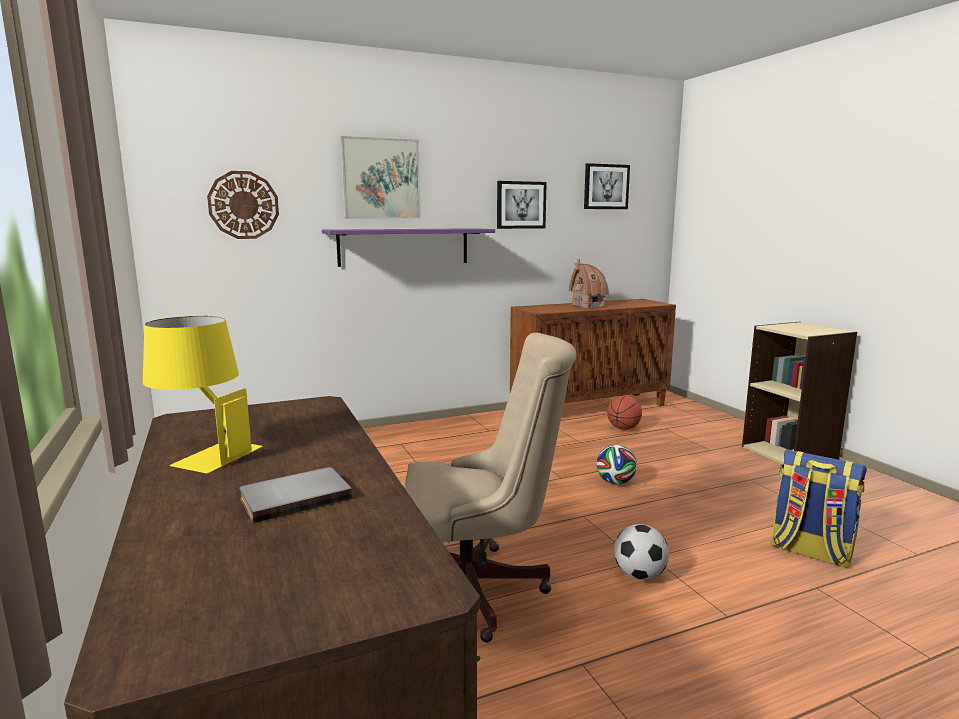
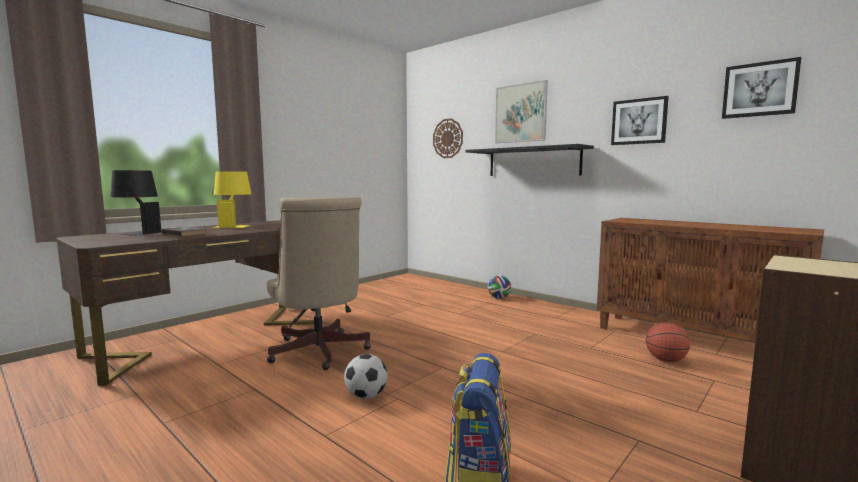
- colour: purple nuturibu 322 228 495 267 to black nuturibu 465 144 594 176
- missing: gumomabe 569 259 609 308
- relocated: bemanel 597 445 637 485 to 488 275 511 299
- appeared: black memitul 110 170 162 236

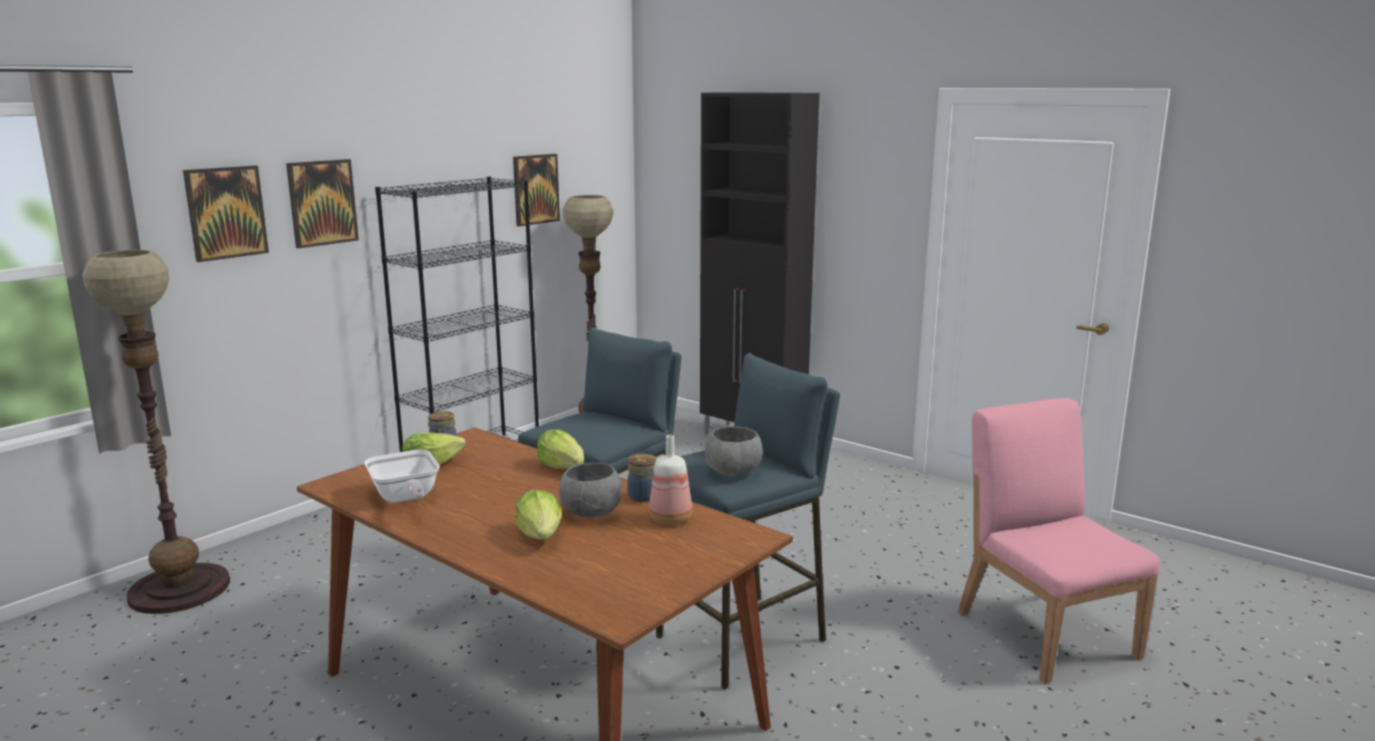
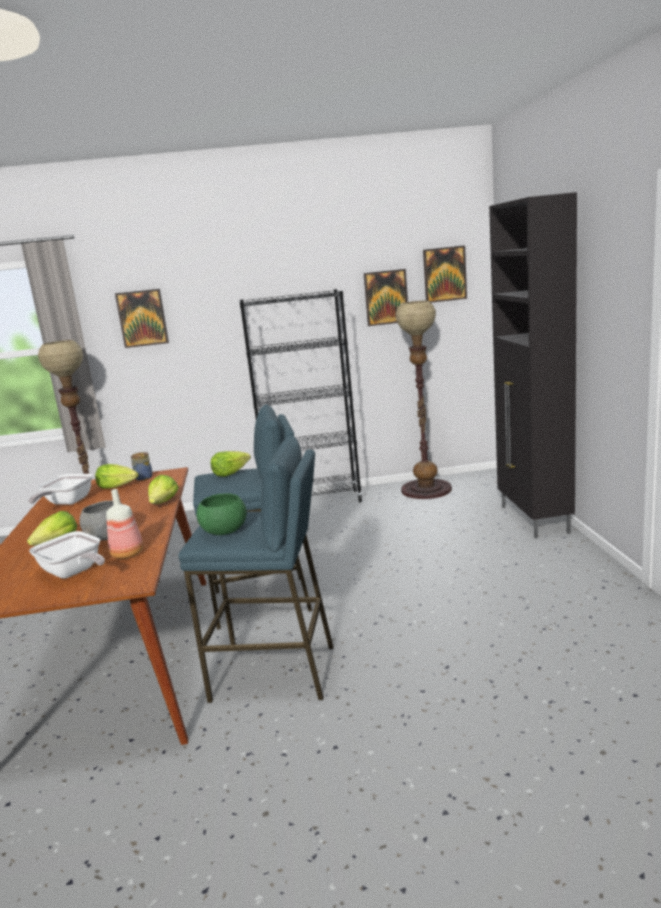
- relocated: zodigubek 286 159 359 248 to 423 245 467 303
- missing: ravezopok 627 454 657 502
- colour: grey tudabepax 705 426 763 476 to green tudabepax 197 493 247 535
- missing: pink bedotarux 958 398 1160 684
- appeared: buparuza 29 531 105 579
- appeared: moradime 211 451 251 477

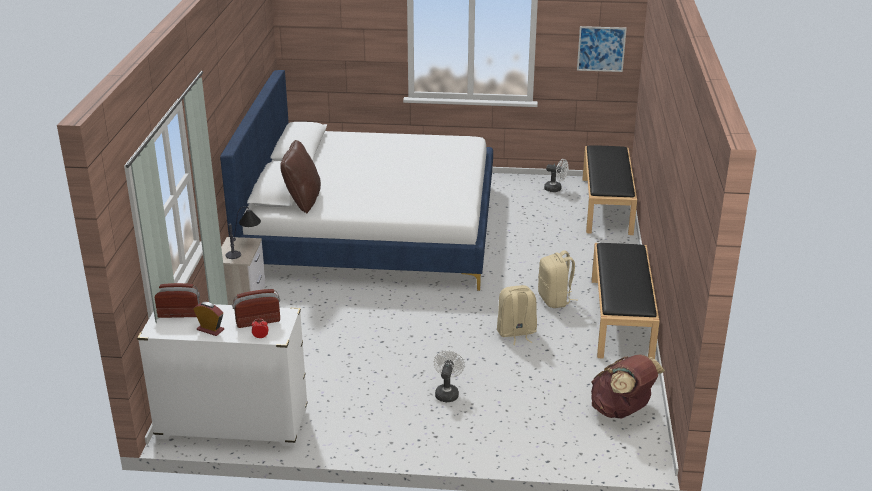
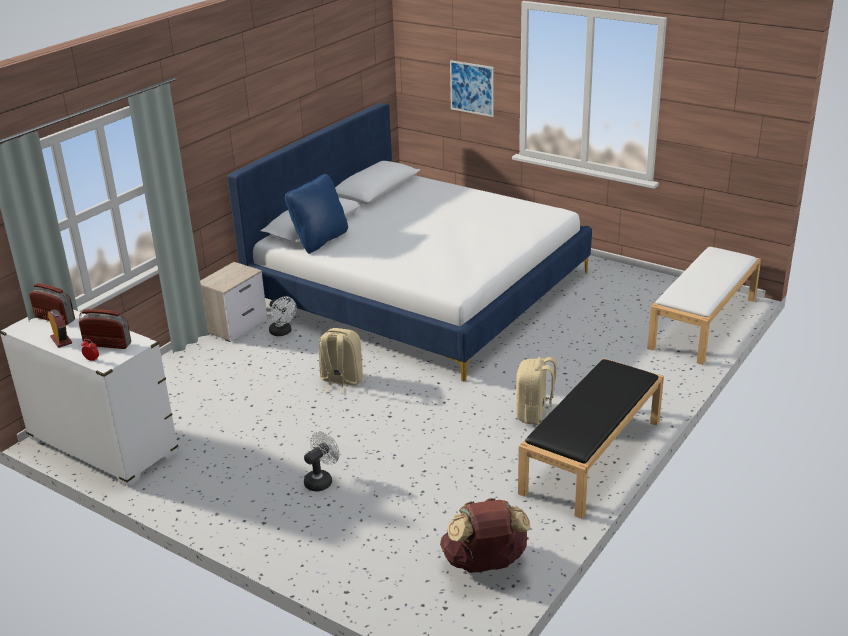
- missing: memitul 225 206 261 259
- colour: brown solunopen 280 140 321 214 to blue solunopen 285 174 348 254
- relocated: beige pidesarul 497 285 537 345 to 319 328 363 394
- relocated: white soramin 544 159 568 192 to 269 296 297 336
- relocated: zodigubek 577 26 627 72 to 450 60 494 117
- colour: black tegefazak 583 145 637 235 to white tegefazak 647 247 761 365

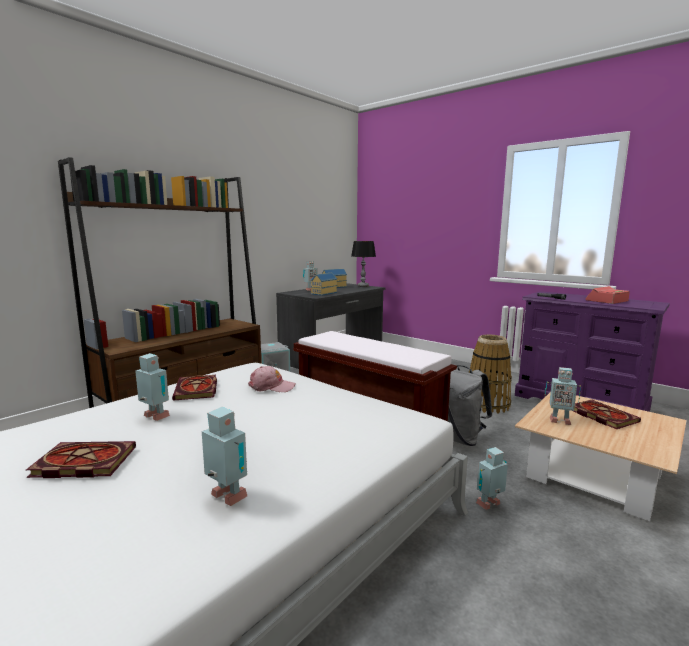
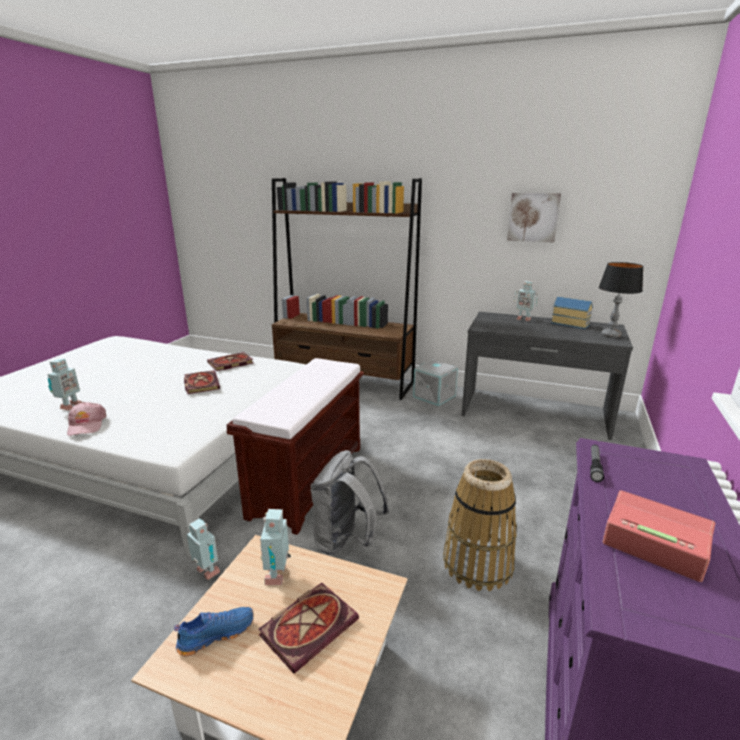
- relocated: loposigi 26 441 136 478 to 184 370 220 394
- missing: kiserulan 135 353 170 421
- relocated: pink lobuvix 248 366 296 392 to 67 402 106 436
- missing: gumomabe 311 272 337 296
- appeared: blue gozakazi 174 607 254 656
- appeared: zodigubek 507 193 561 243

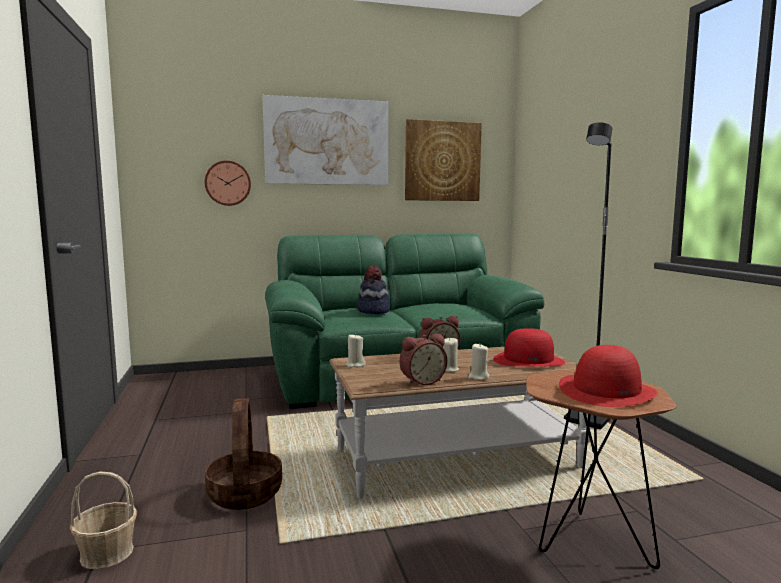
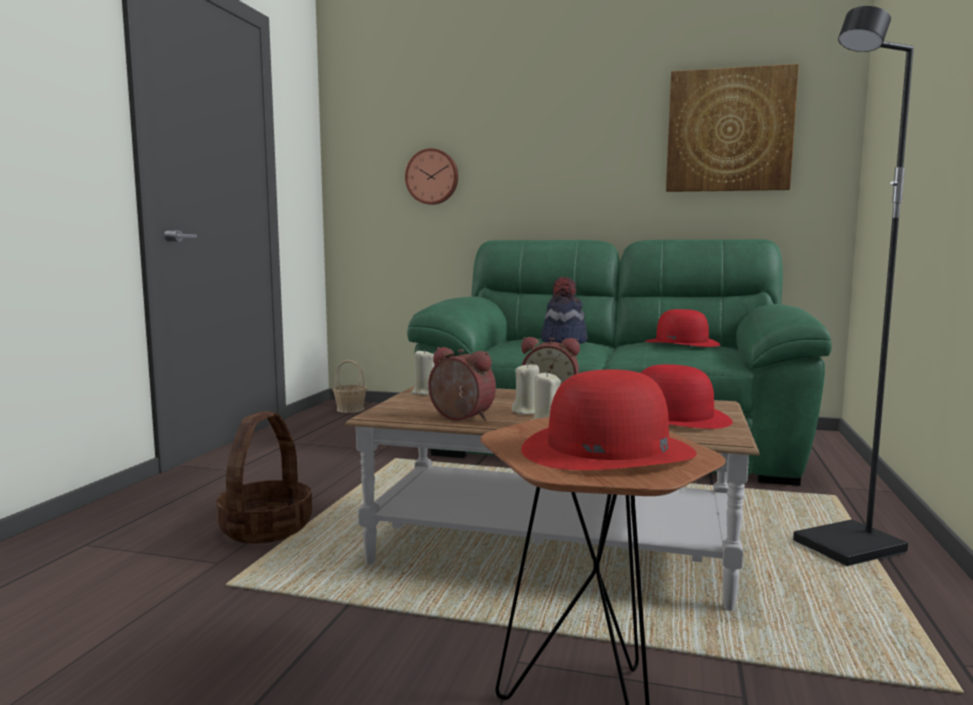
- relocated: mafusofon 70 472 137 569 to 333 360 367 413
- missing: zodigubek 262 95 389 185
- spun: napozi 399 334 447 386 = 428 347 496 421 150 degrees counterclockwise
- appeared: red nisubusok 645 309 721 347

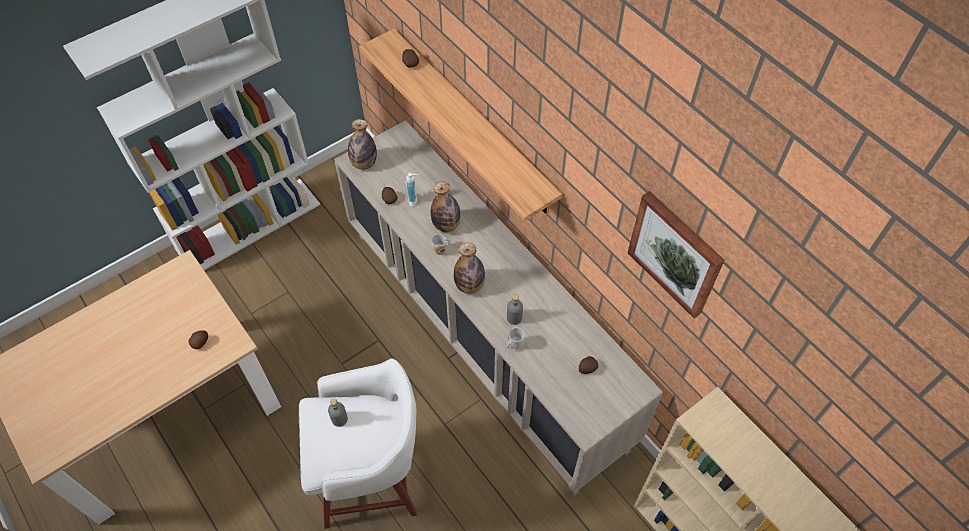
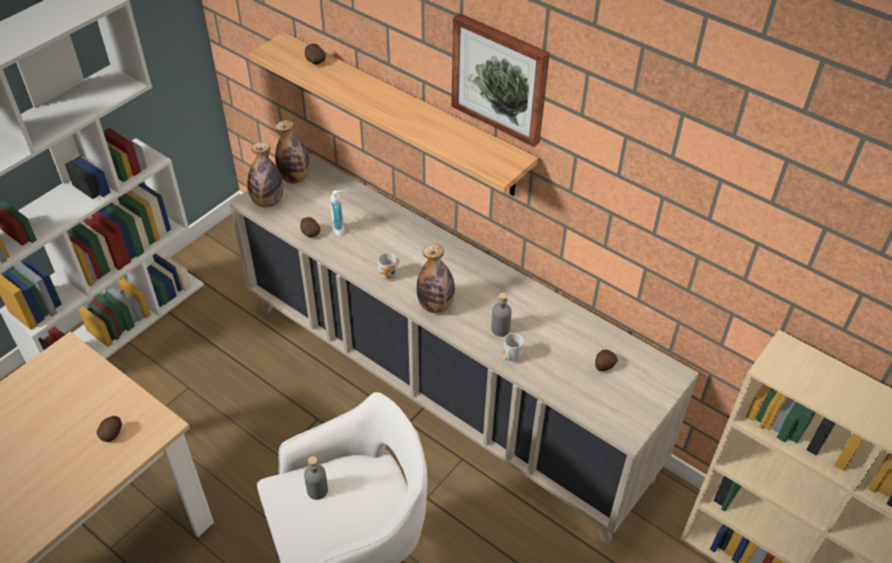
- relocated: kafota 431 182 461 232 to 275 120 310 184
- relocated: zodigubek 628 191 725 319 to 451 13 550 147

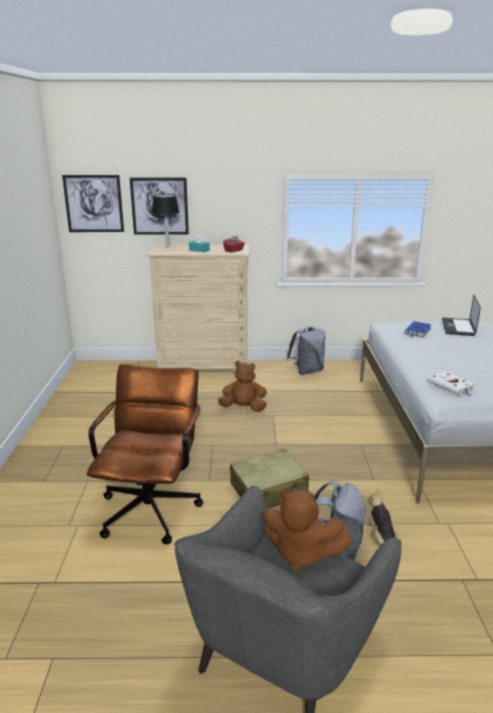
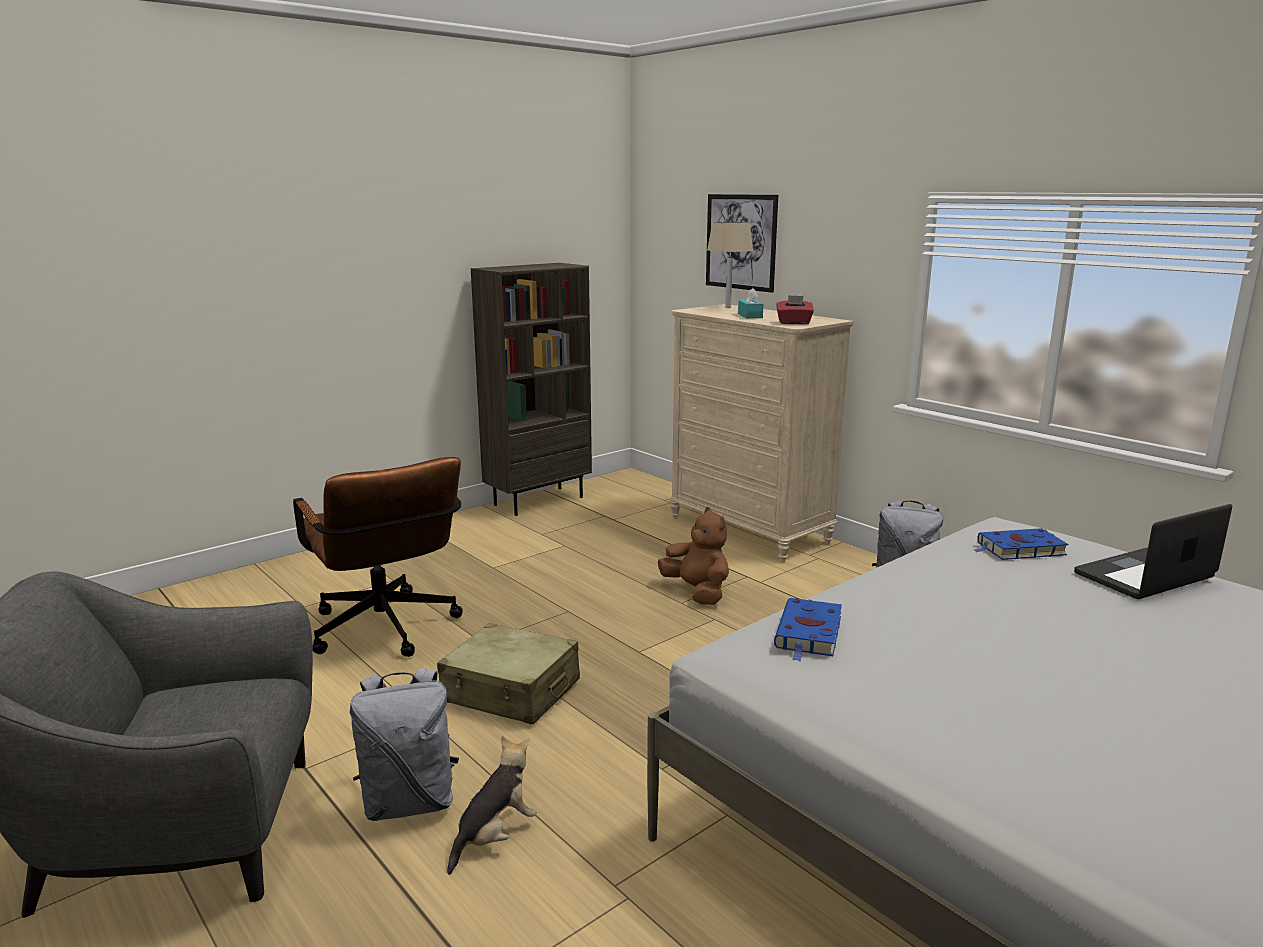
- missing: zodigubek 62 175 124 232
- spun: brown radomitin 87 364 204 544 = 293 457 463 657 90 degrees clockwise
- colour: black memitul 152 194 180 247 to beige memitul 707 222 753 308
- missing: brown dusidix 263 490 352 571
- colour: white loposigi 429 371 474 396 to blue loposigi 774 598 842 661
- appeared: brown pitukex 471 263 592 516

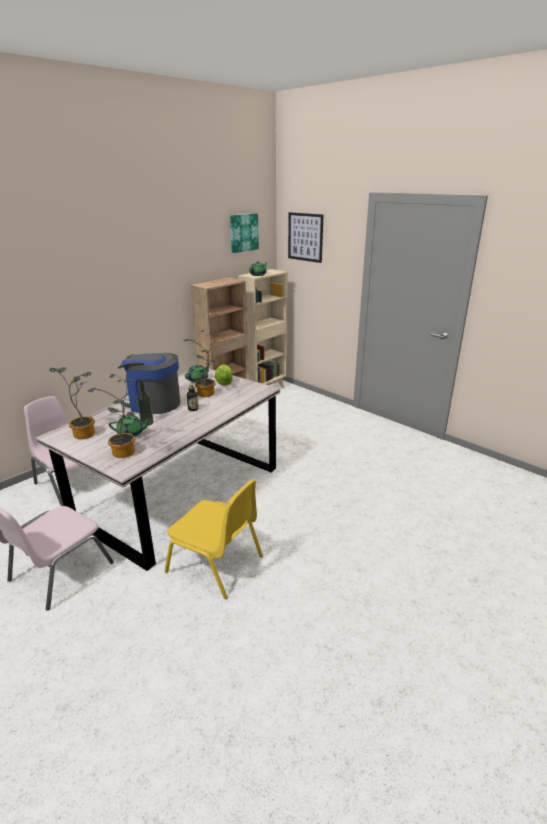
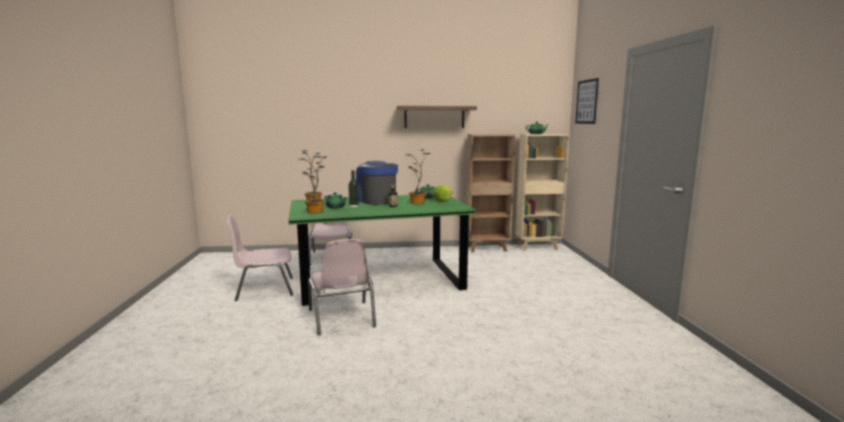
- colour: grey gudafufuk 36 368 280 571 to green gudafufuk 288 195 476 306
- colour: yellow bedotarux 165 479 263 599 to pink bedotarux 308 239 376 335
- missing: zodigubek 230 213 259 253
- appeared: nuturibu 397 106 477 128

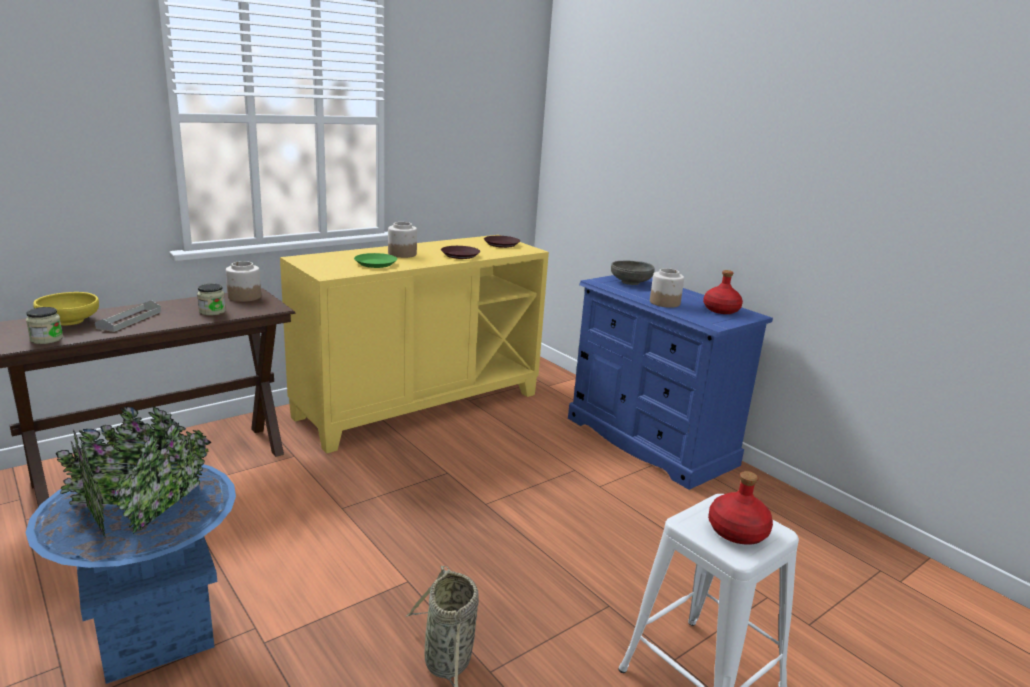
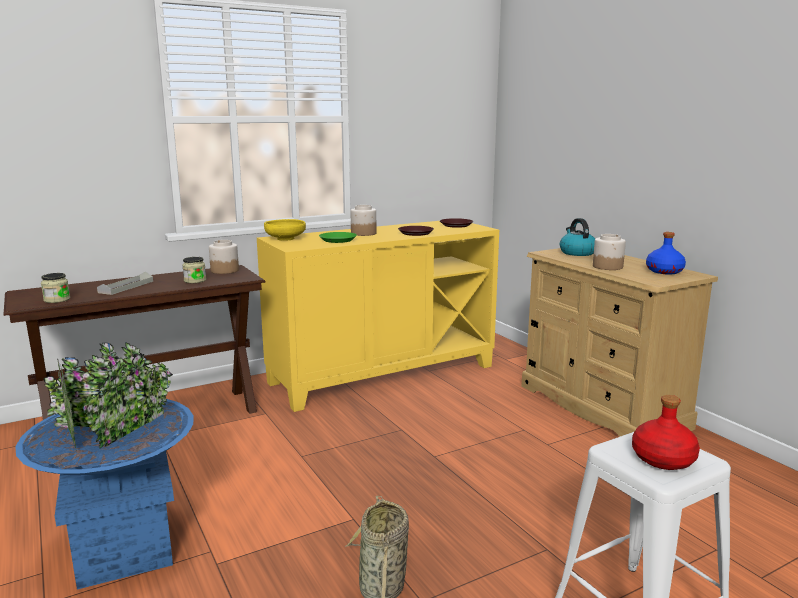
- relocated: yellow tudabepax 33 292 99 325 to 264 219 306 241
- colour: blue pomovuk 568 275 773 490 to beige pomovuk 522 248 718 437
- exchanged: grey tudabepax 611 261 655 285 to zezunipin 560 218 595 256
- colour: red kafota 703 270 743 314 to blue kafota 646 232 686 275

